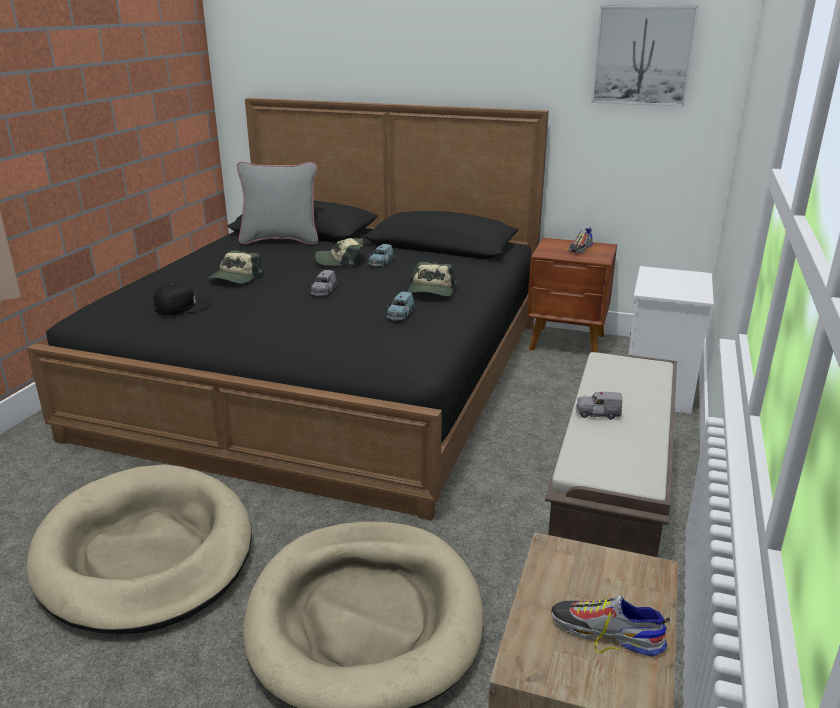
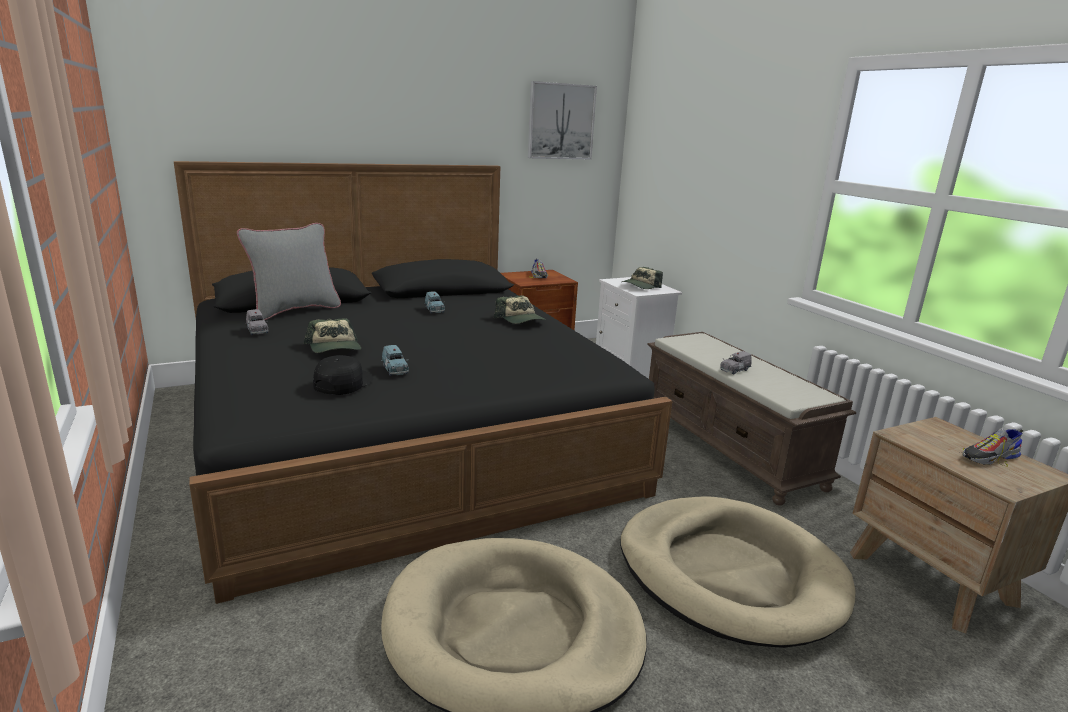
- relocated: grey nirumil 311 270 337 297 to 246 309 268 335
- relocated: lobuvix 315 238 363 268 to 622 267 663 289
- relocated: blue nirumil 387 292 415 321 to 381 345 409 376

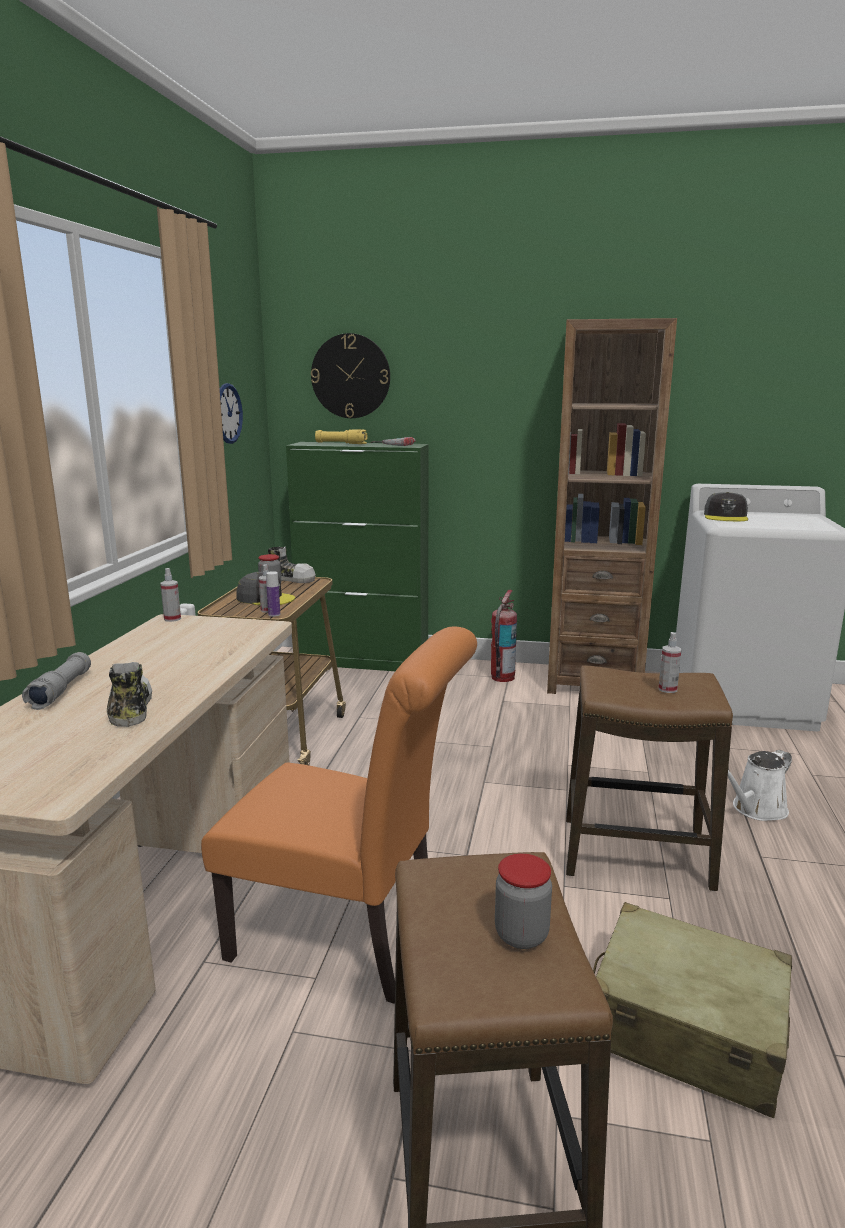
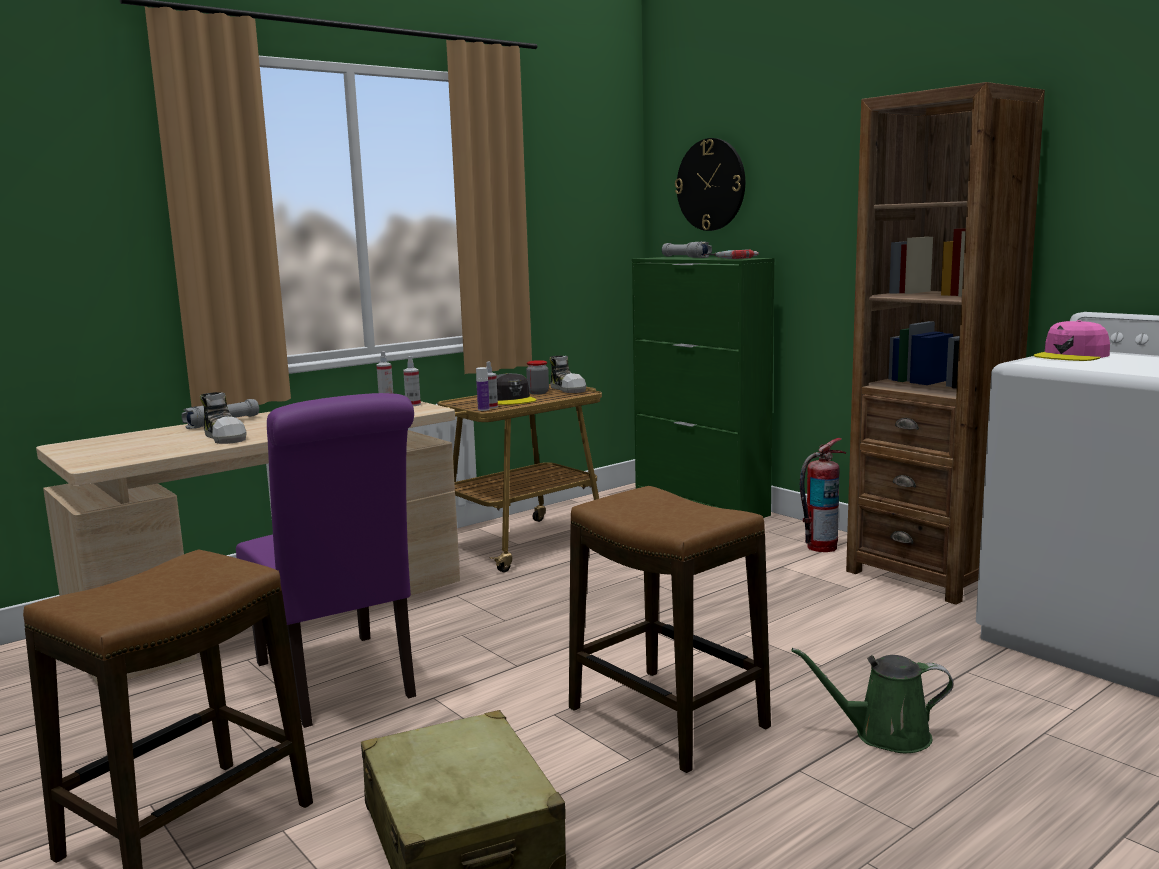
- spun: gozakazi 107 662 152 727 = 200 392 247 444 120 degrees clockwise
- colour: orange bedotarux 201 626 477 1004 to purple bedotarux 236 393 416 728
- missing: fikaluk 220 383 243 444
- colour: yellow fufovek 315 429 367 444 to grey fufovek 662 241 712 258
- missing: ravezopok 495 854 552 949
- relocated: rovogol 658 632 682 693 to 403 356 421 406
- colour: grey lobuvix 704 492 748 521 to pink lobuvix 1034 320 1110 361
- colour: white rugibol 728 750 792 821 to green rugibol 792 648 953 753

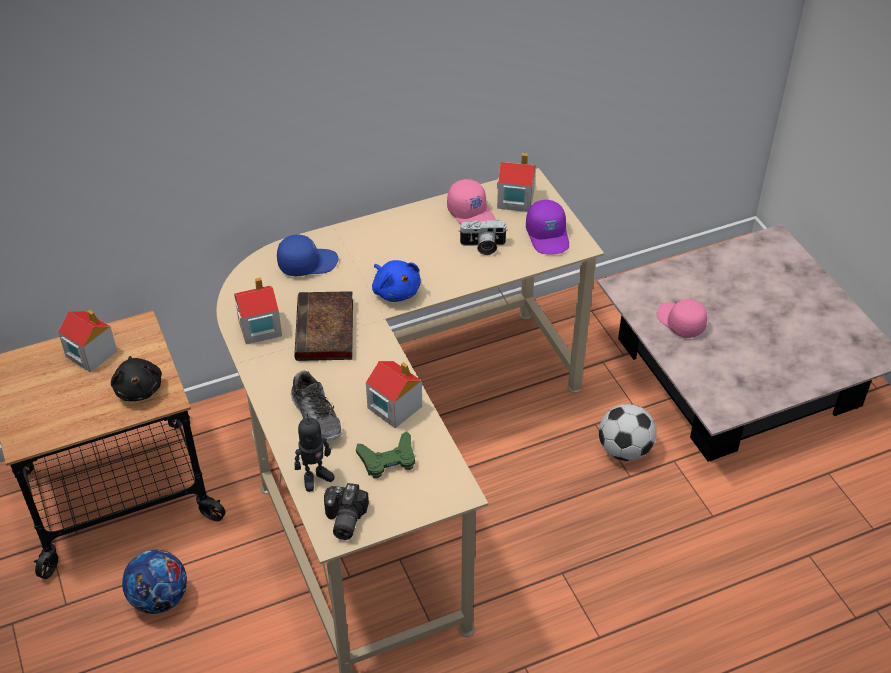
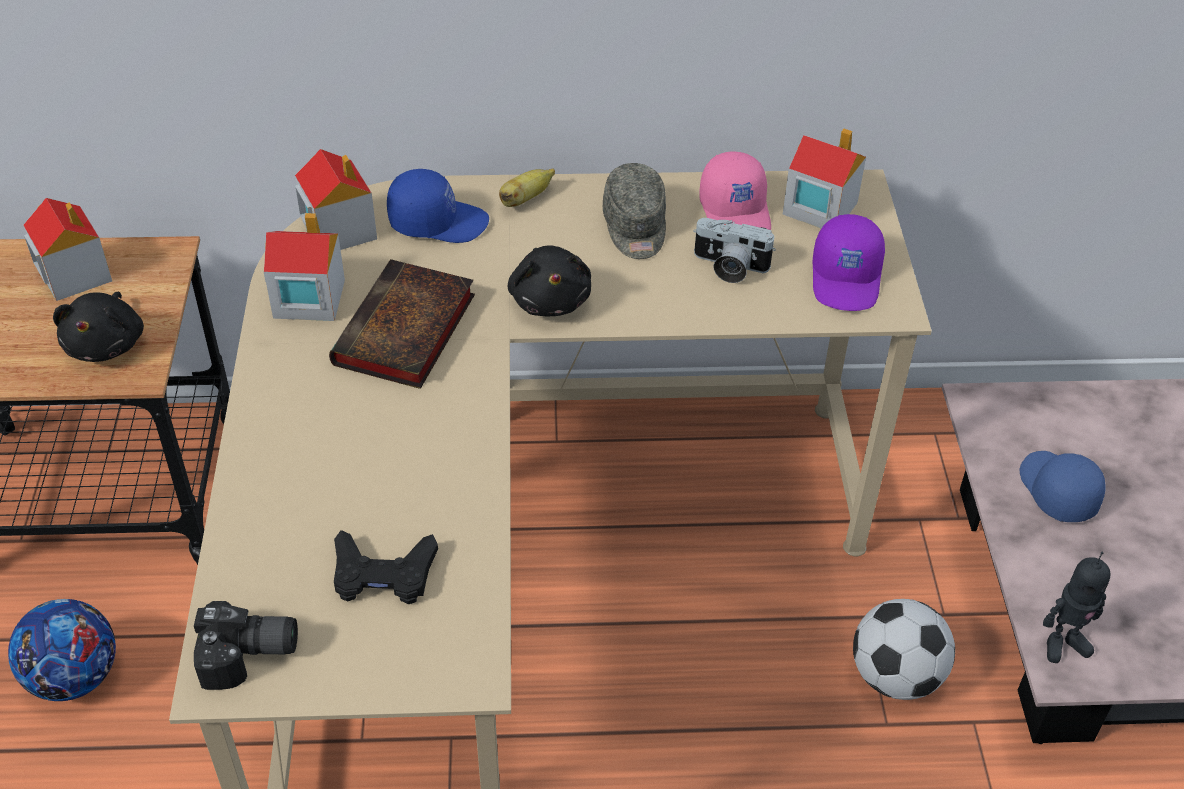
- missing: gozakazi 290 371 342 441
- relocated: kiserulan 295 413 335 492 to 1043 552 1111 663
- spun: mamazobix 324 483 369 540 = 194 601 298 690 120 degrees counterclockwise
- colour: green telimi 356 431 415 478 to black telimi 334 530 438 604
- relocated: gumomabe 366 361 422 428 to 295 149 377 250
- colour: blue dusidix 372 260 421 302 to black dusidix 508 245 591 316
- colour: pink lobuvix 657 299 707 338 to blue lobuvix 1020 451 1106 522
- appeared: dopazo 499 168 555 207
- appeared: grey lobuvix 603 163 666 259

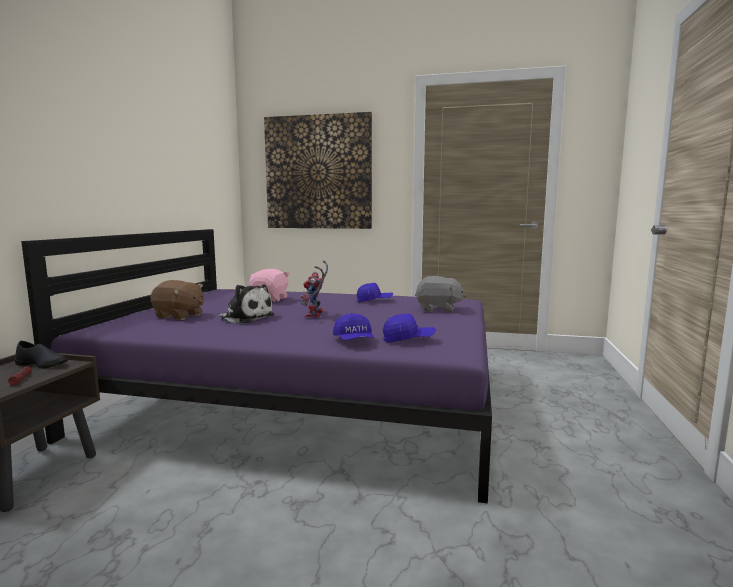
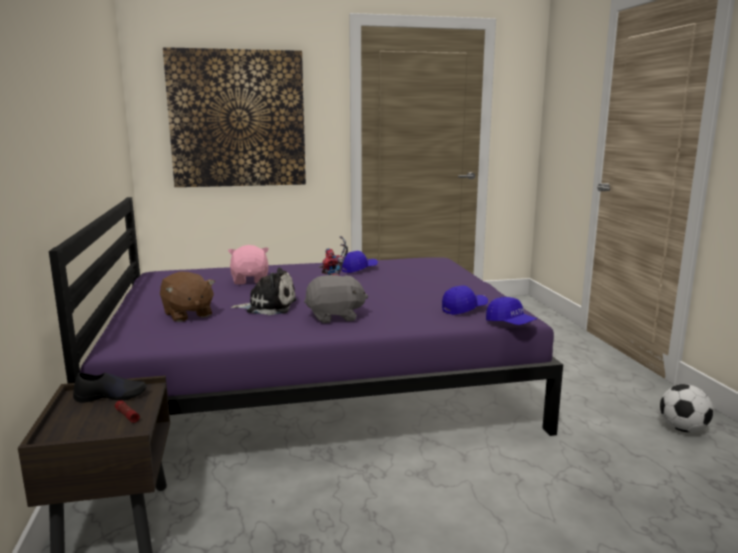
- spun: brown dusidix 150 280 204 320 = 160 272 215 322 60 degrees clockwise
- relocated: blue lobuvix 333 313 374 340 to 486 297 537 325
- relocated: grey dusidix 415 276 467 313 to 304 275 368 323
- appeared: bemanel 660 384 713 432

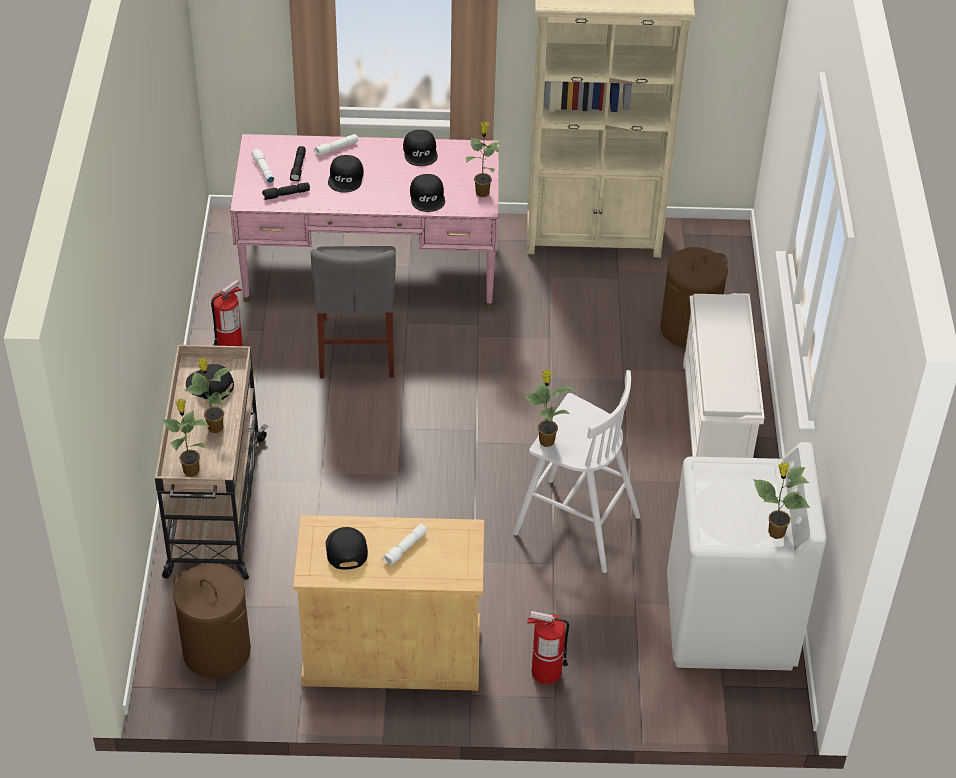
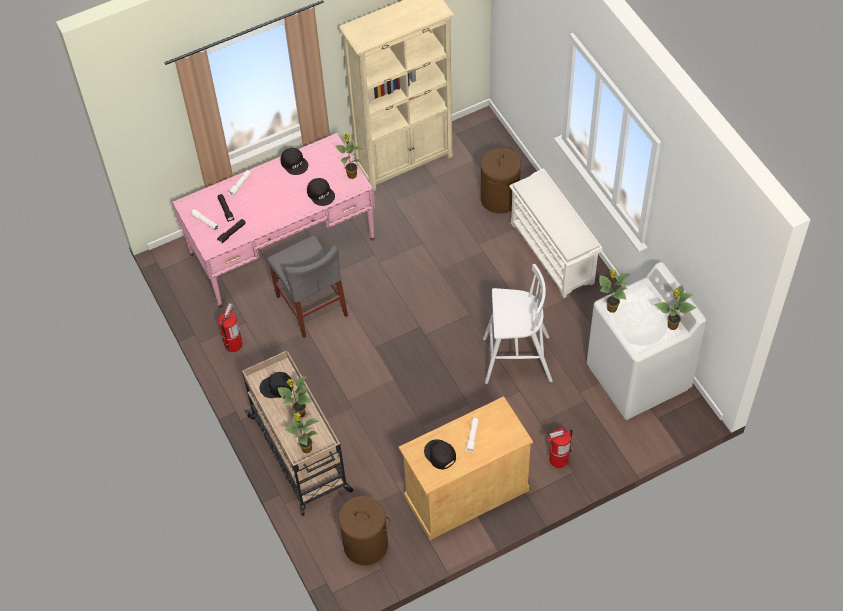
- missing: black lobuvix 328 155 364 193
- relocated: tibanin 524 370 575 447 to 599 269 630 313

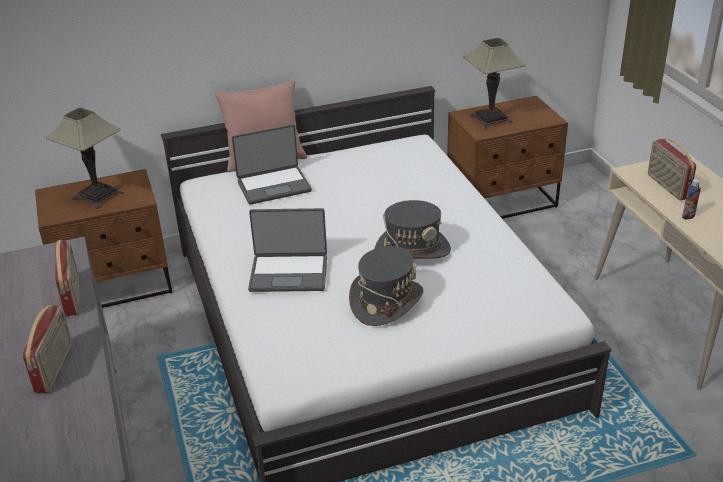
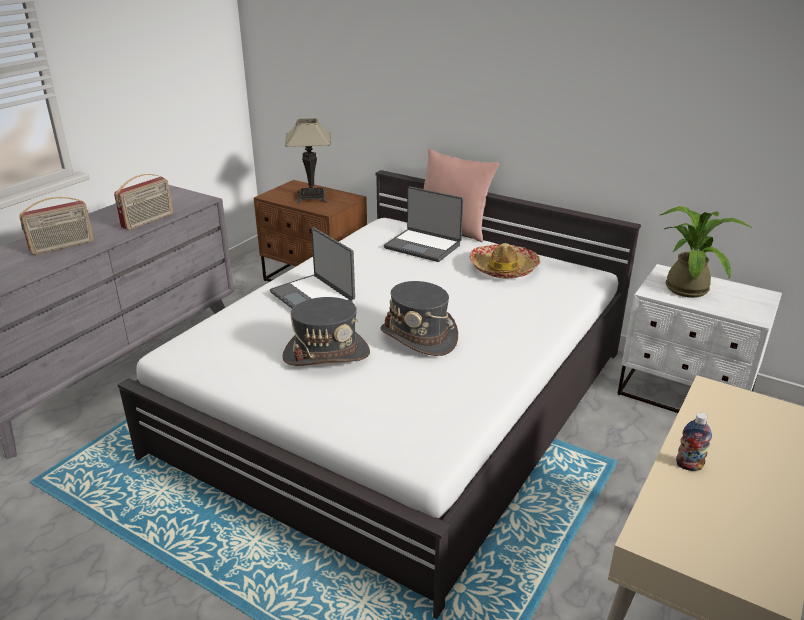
- colour: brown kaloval 447 96 568 219 to white kaloval 617 264 782 413
- exchanged: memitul 463 38 526 129 to tibanin 660 206 752 298
- missing: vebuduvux 648 138 696 200
- appeared: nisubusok 470 243 540 278

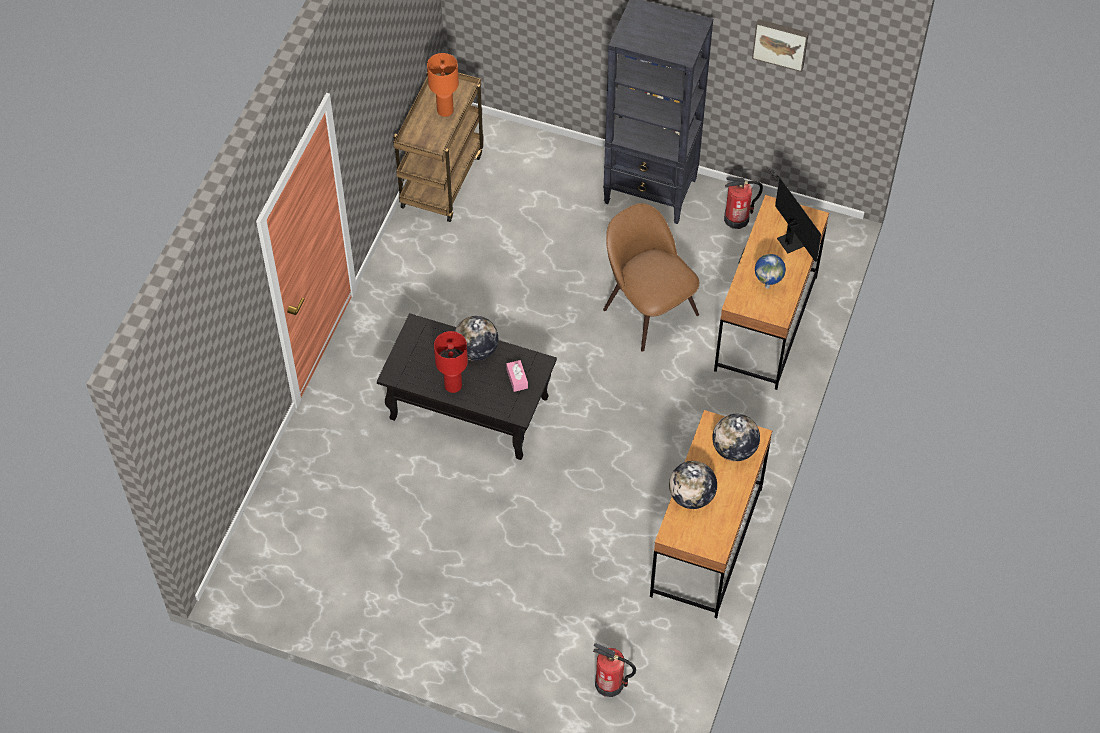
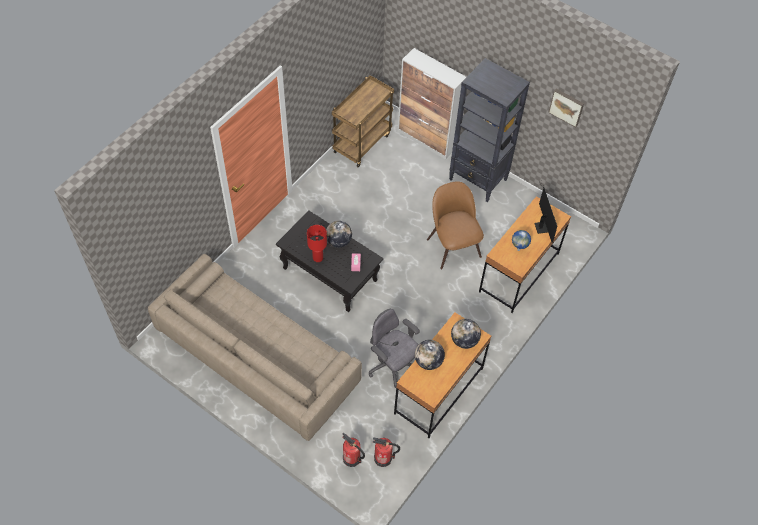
- missing: orange memitul 427 53 459 117
- relocated: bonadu 724 177 763 229 to 373 438 400 467
- appeared: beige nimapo 148 254 362 441
- appeared: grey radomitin 369 309 420 388
- appeared: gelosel 398 48 466 160

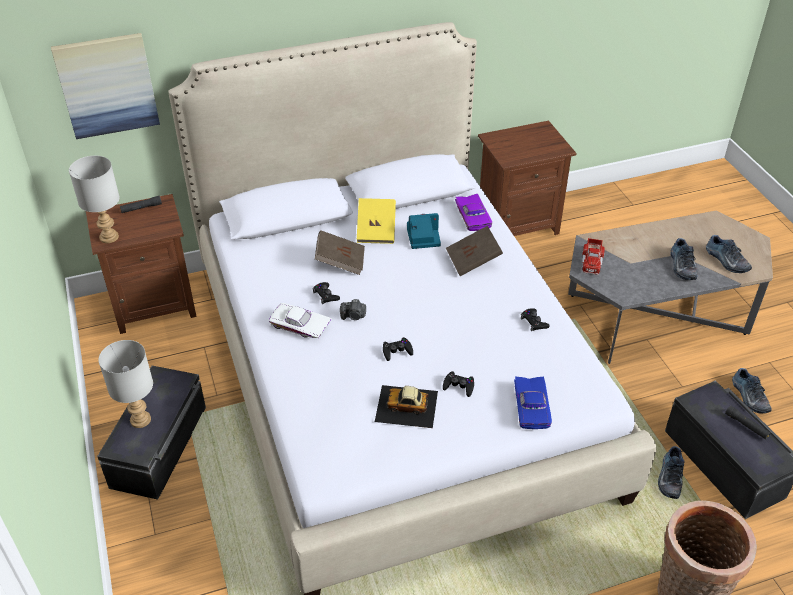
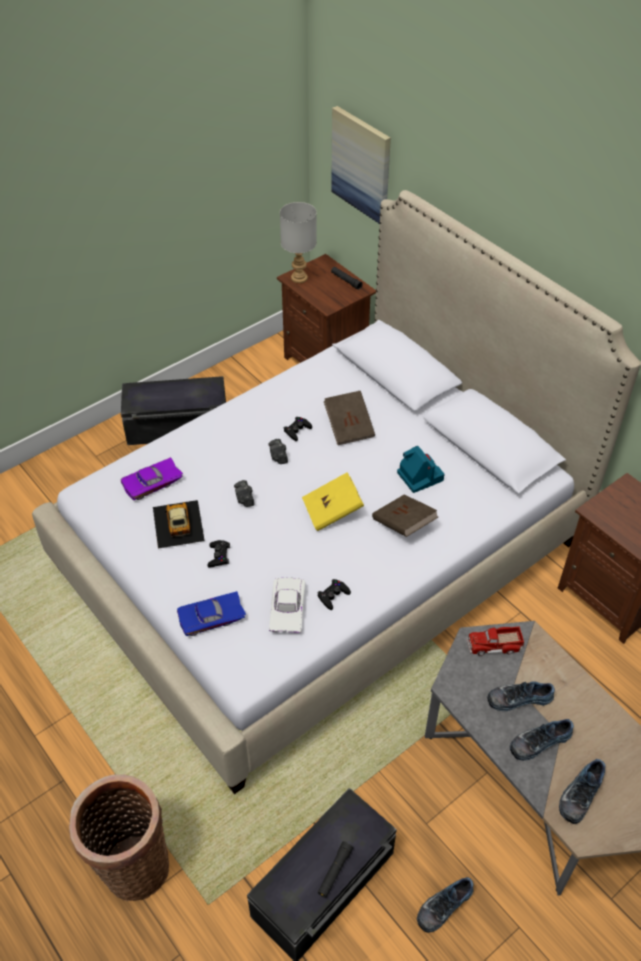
- missing: grey memitul 98 340 153 428
- relocated: white nirumil 269 303 332 338 to 269 578 305 633
- relocated: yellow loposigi 357 198 396 244 to 302 472 364 531
- exchanged: black telimi 383 337 413 361 to mamazobix 234 480 254 507
- relocated: purple nirumil 455 194 492 231 to 121 457 183 500
- relocated: gozakazi 658 446 685 499 to 487 681 555 711

